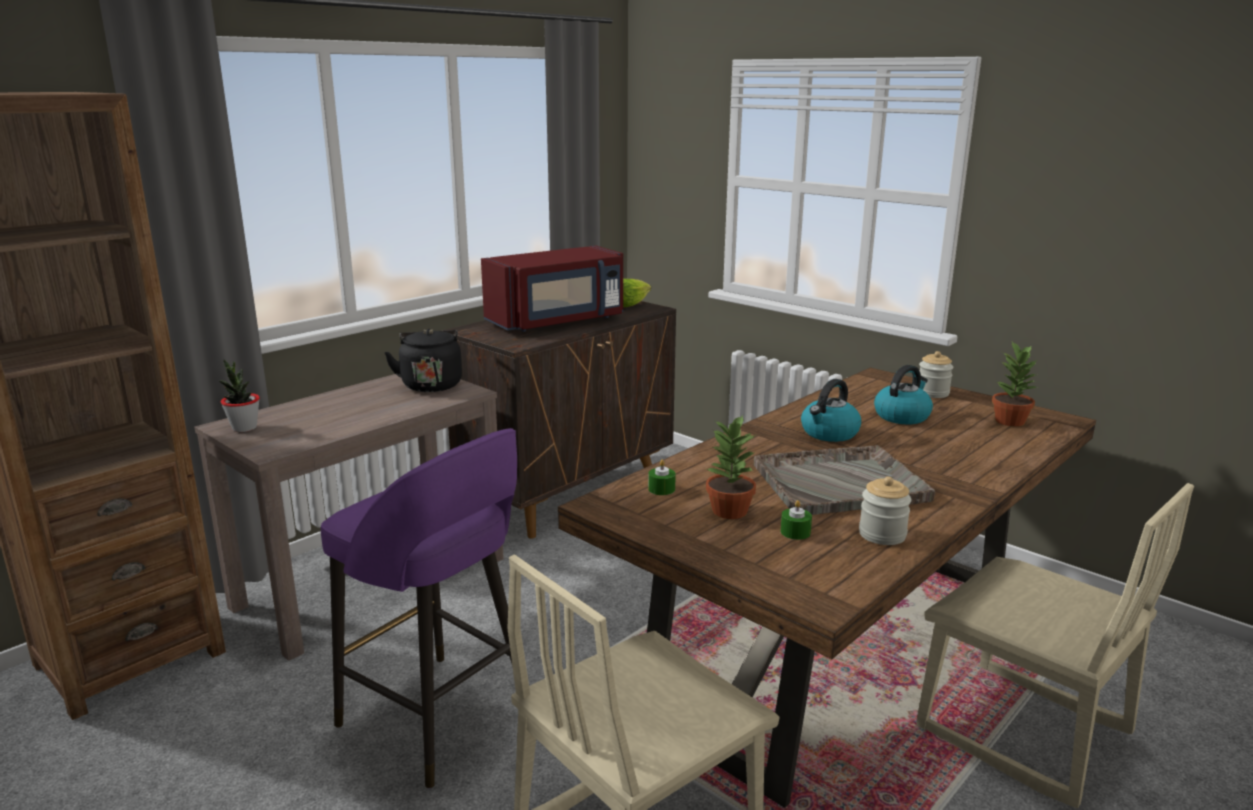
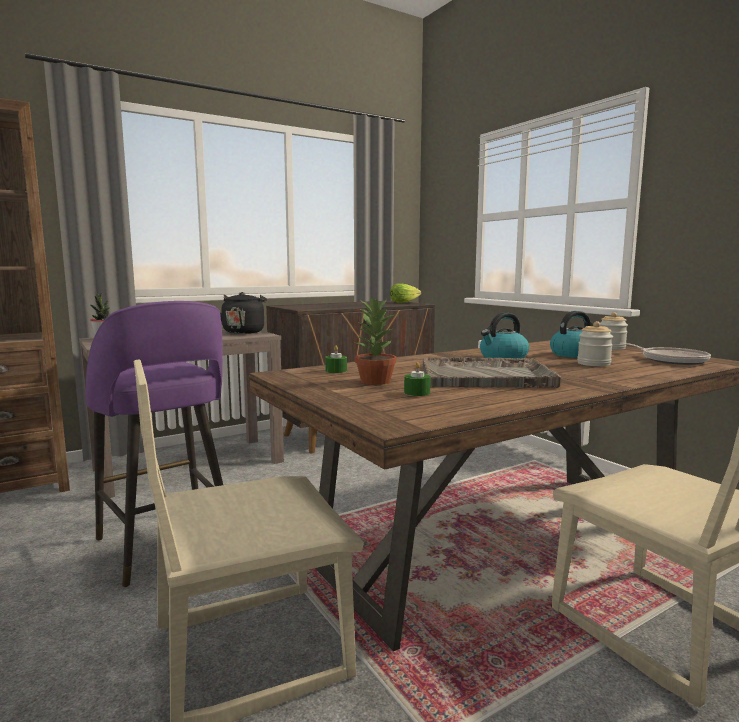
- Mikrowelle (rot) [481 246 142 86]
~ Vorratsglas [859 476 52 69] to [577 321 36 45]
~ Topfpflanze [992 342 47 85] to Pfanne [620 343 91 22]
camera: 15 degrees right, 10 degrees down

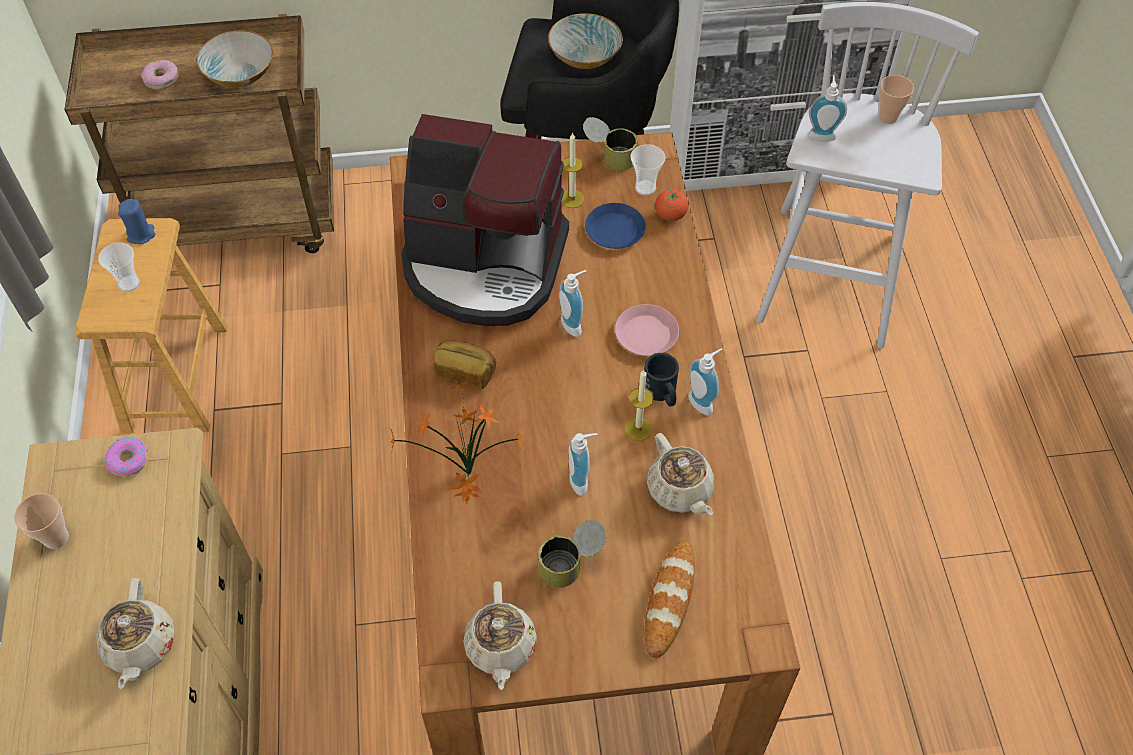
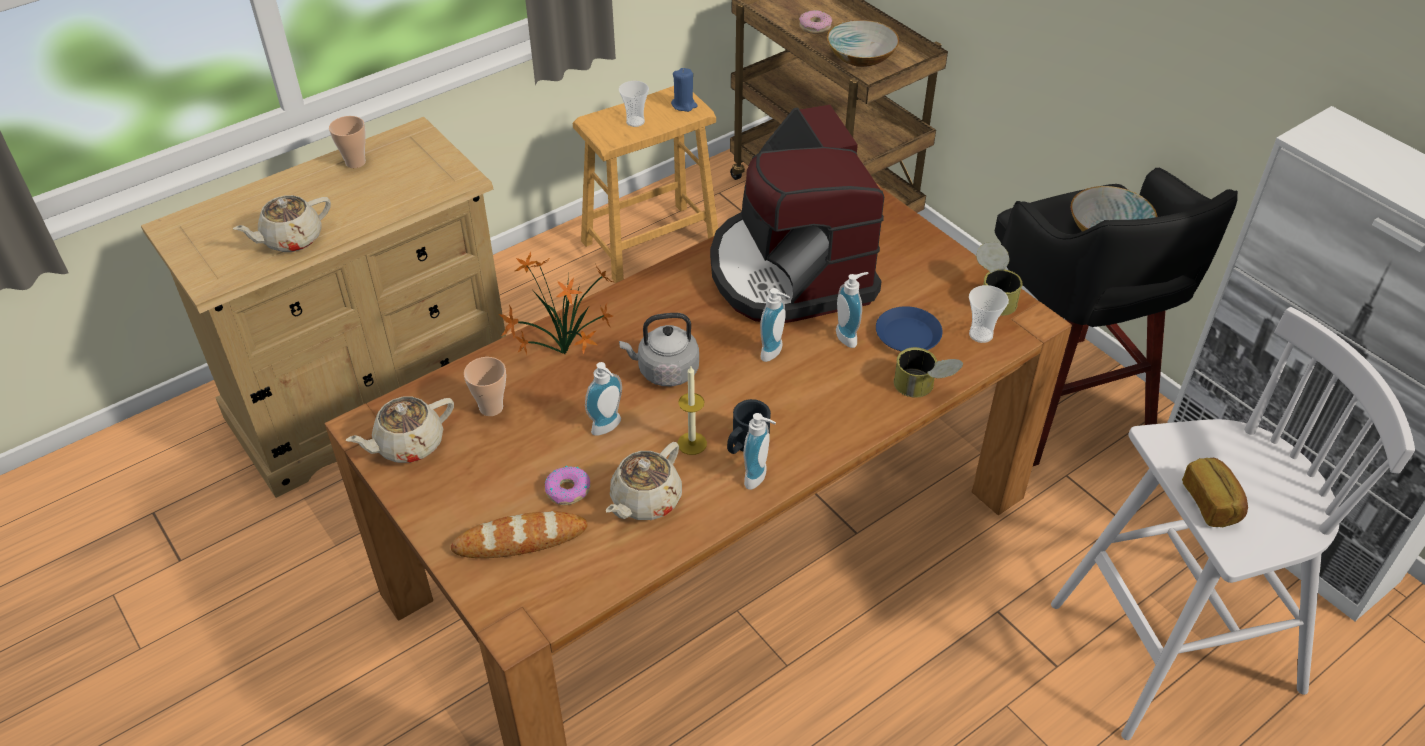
~ Donut [105 437 43 39] to [545 466 46 39]
~ Brot [433 340 63 49] to [1182 458 66 69]
~ Dose [538 520 68 68] to [894 347 69 51]
- Kerze [562 133 22 75]
- Teller (rosa) [615 304 64 52]
- Tomate [655 189 33 32]
~ Seifenspender [808 75 39 67] to [836 272 32 76]
~ Tasse [879 75 35 49] to [464 357 42 59]
+ Wasserkessel (grau) [619 313 80 73]
camera: 60 degrees right, 10 degrees down

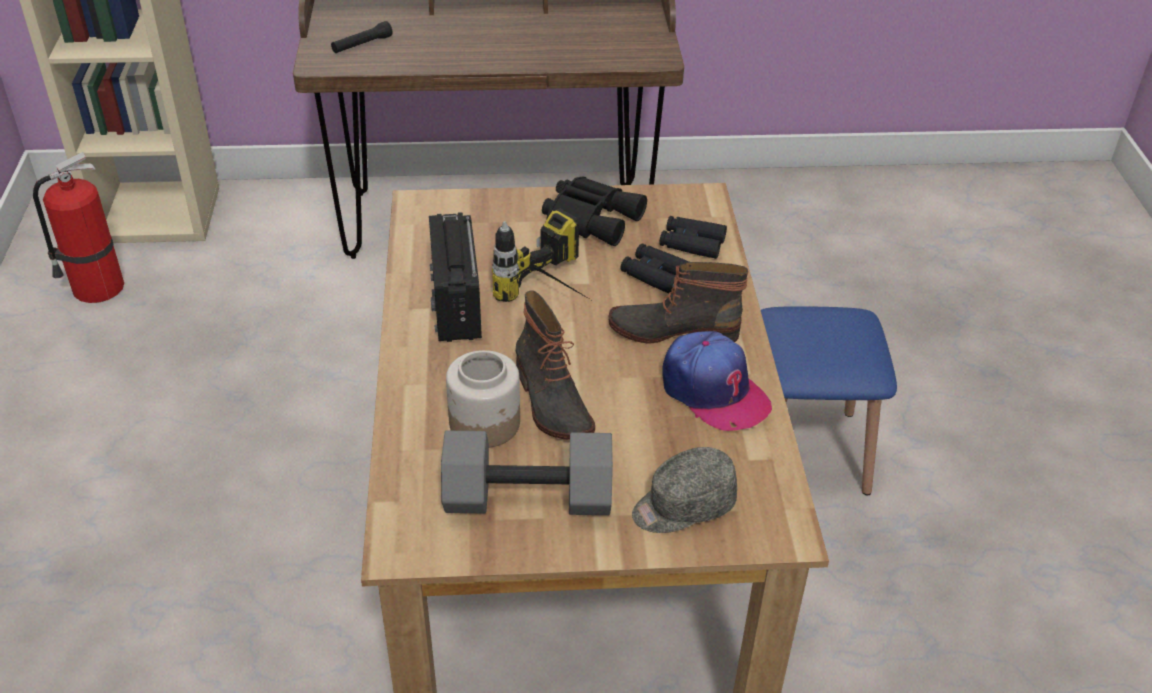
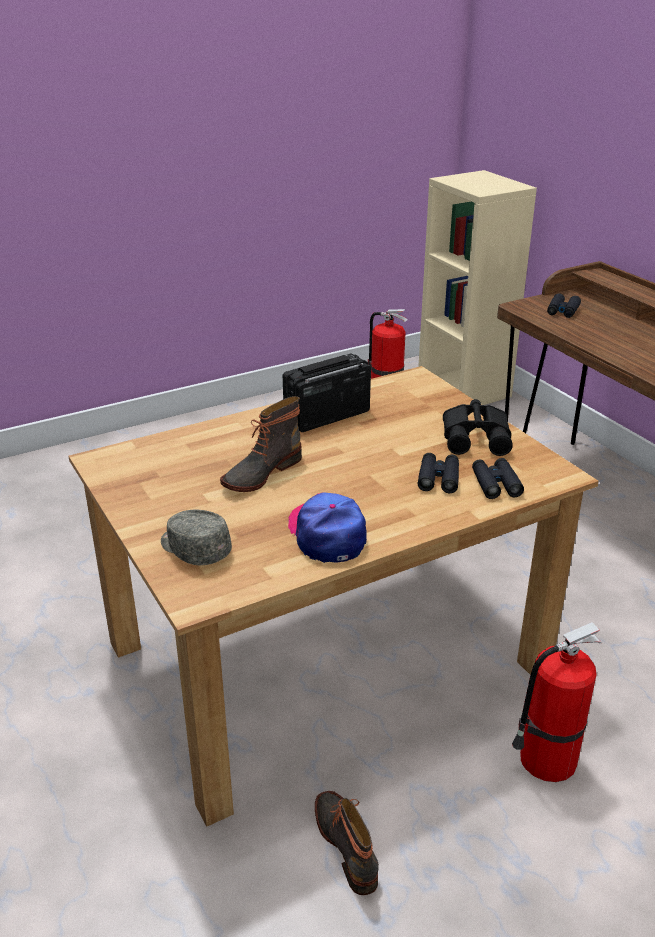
~ Taschenlampe (schwarz) [331 21 62 32] to Fernglas (schwarz) [547 293 34 25]
- Hantel (grau) [441 430 172 85]
- Vorratsglas [446 350 74 98]
- Bohrmaschine [492 209 99 93]
~ Stiefel [609 262 140 82] to [315 791 64 104]
~ Kappe [663 331 109 100] = [288 493 79 70] 135 degrees clockwise
~ Hocker (blau) [761 306 136 190] to Feuerlöscher [512 622 90 160]
camera: 65 degrees right, 10 degrees down

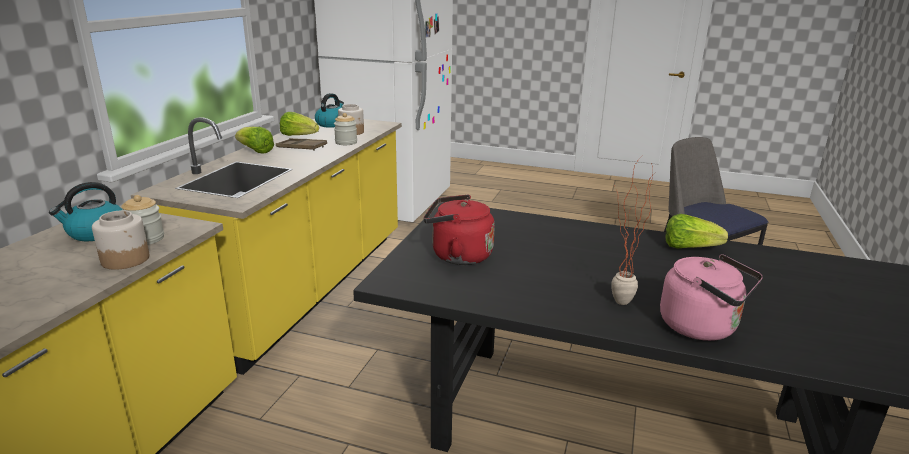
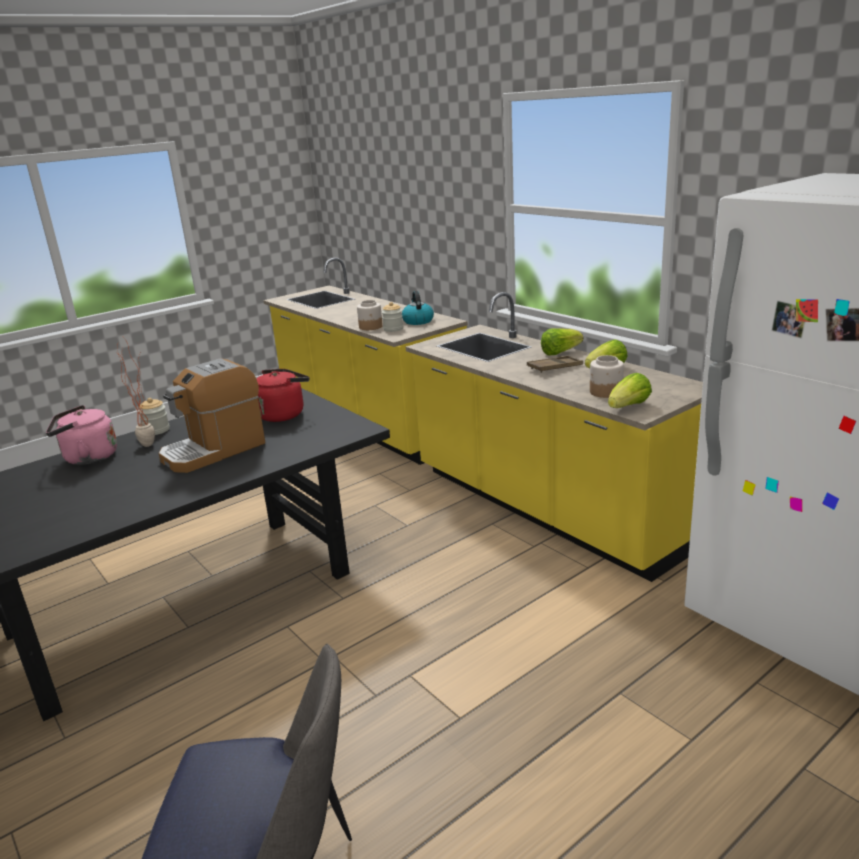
- Wasserkessel [315 93 29 35]
~ Vorratsglas [334 113 23 32] to [138 398 32 37]
~ Salatkopf [665 214 63 34] to [608 373 44 35]
+ Kaffeemaschine [158 358 108 115]
camera: 125 degrees right, 0 degrees up

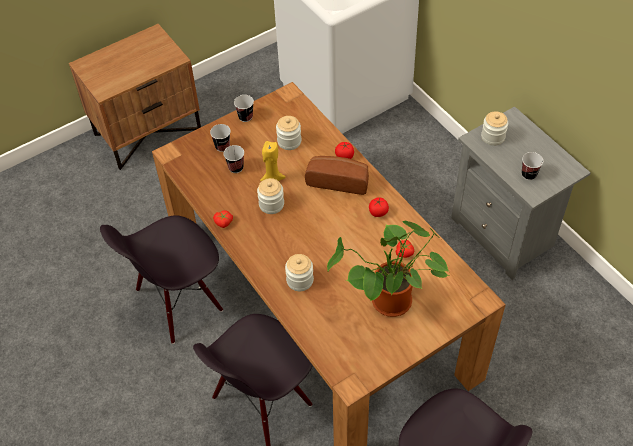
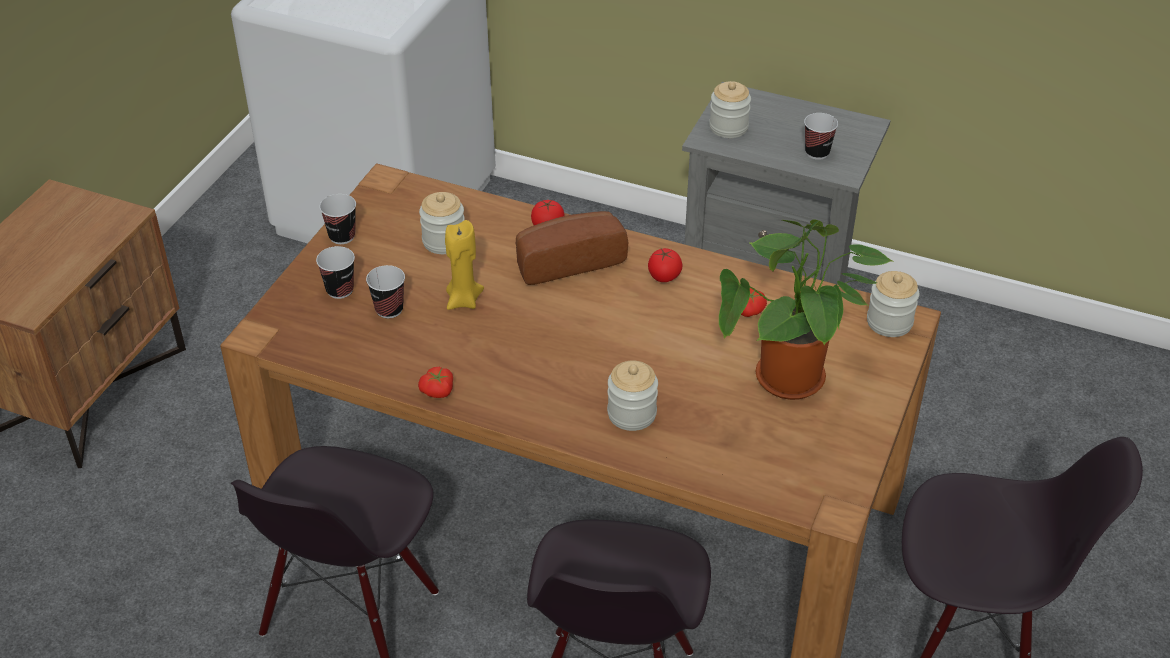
~ Vorratsglas [257 178 27 36] to [867 271 52 66]
camera: 35 degrees left, 10 degrees down

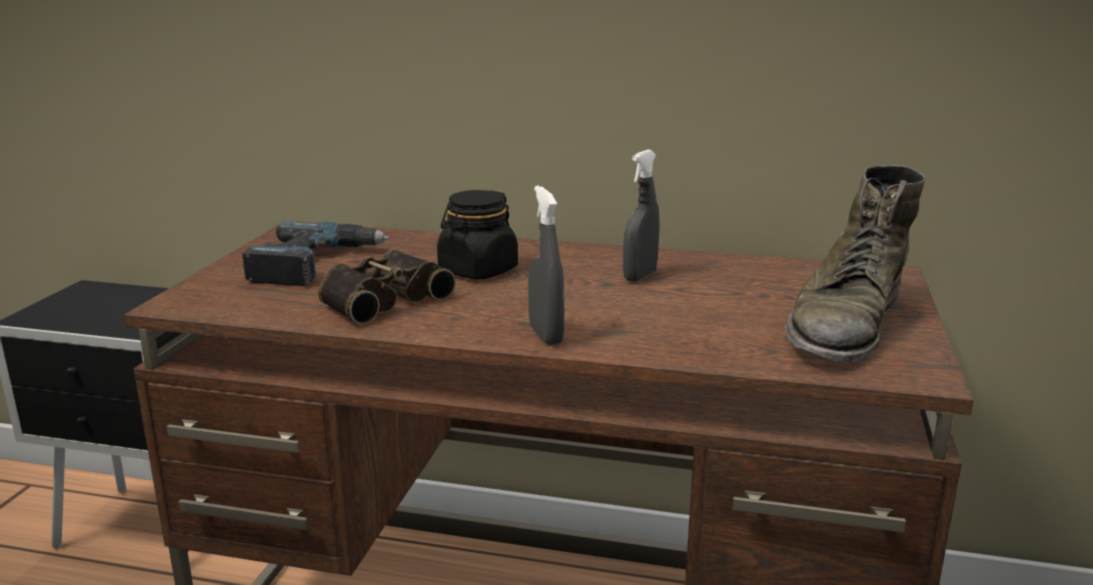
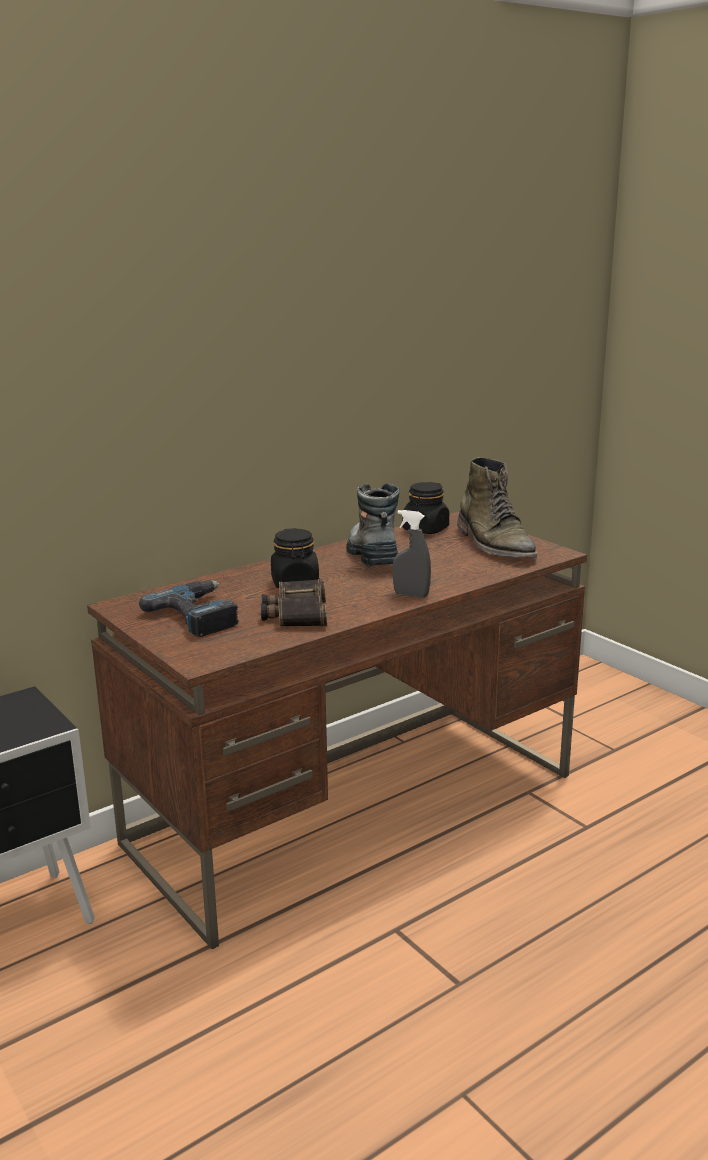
~ Sprühflasche (grau) [623 150 37 132] to Stiefel [346 484 54 82]
+ Vorratsglas (schwarz) [402 482 47 52]
camera: 50 degrees left, 0 degrees up

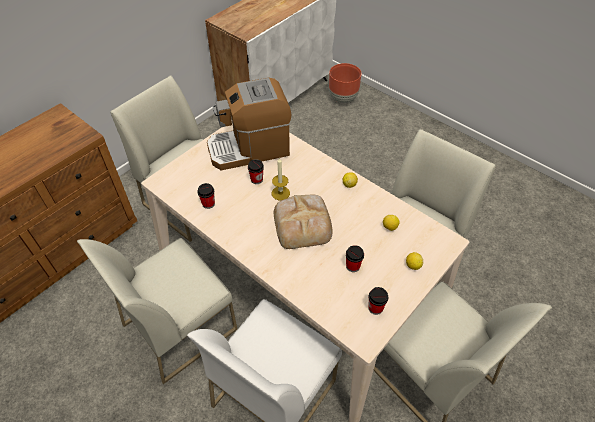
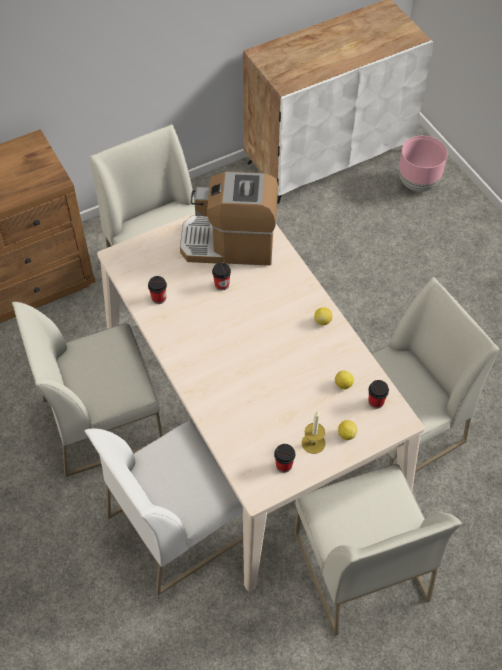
~ Kerze [272 157 18 43] to [302 411 24 43]
- Brot [274 195 58 54]
~ Pflanzkübel (braun) [329 63 33 40] to Pflanzkübel (rosa) [399 136 48 56]
~ Tasse [346 245 18 27] to [368 380 21 29]
camera: 20 degrees right, 5 degrees up

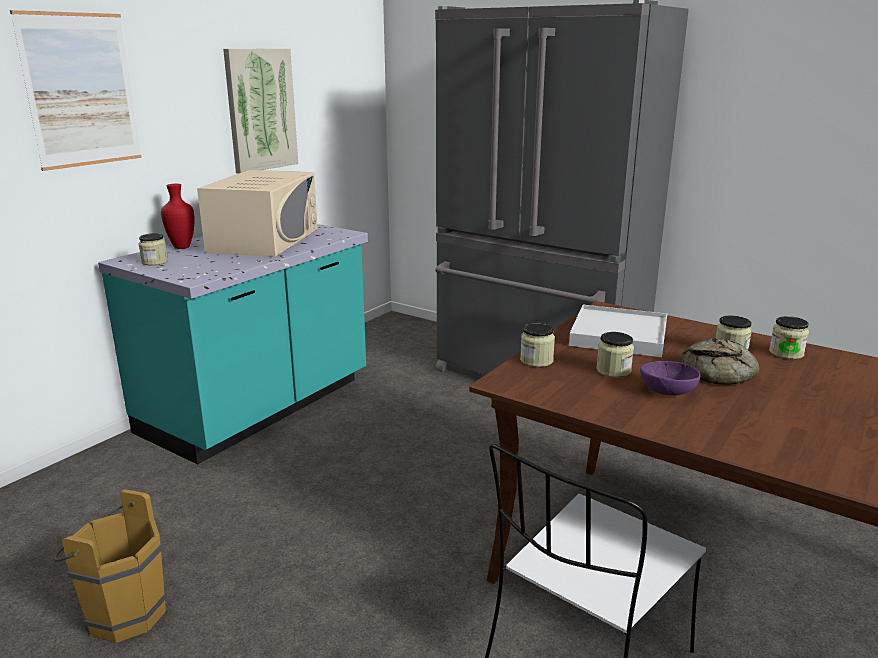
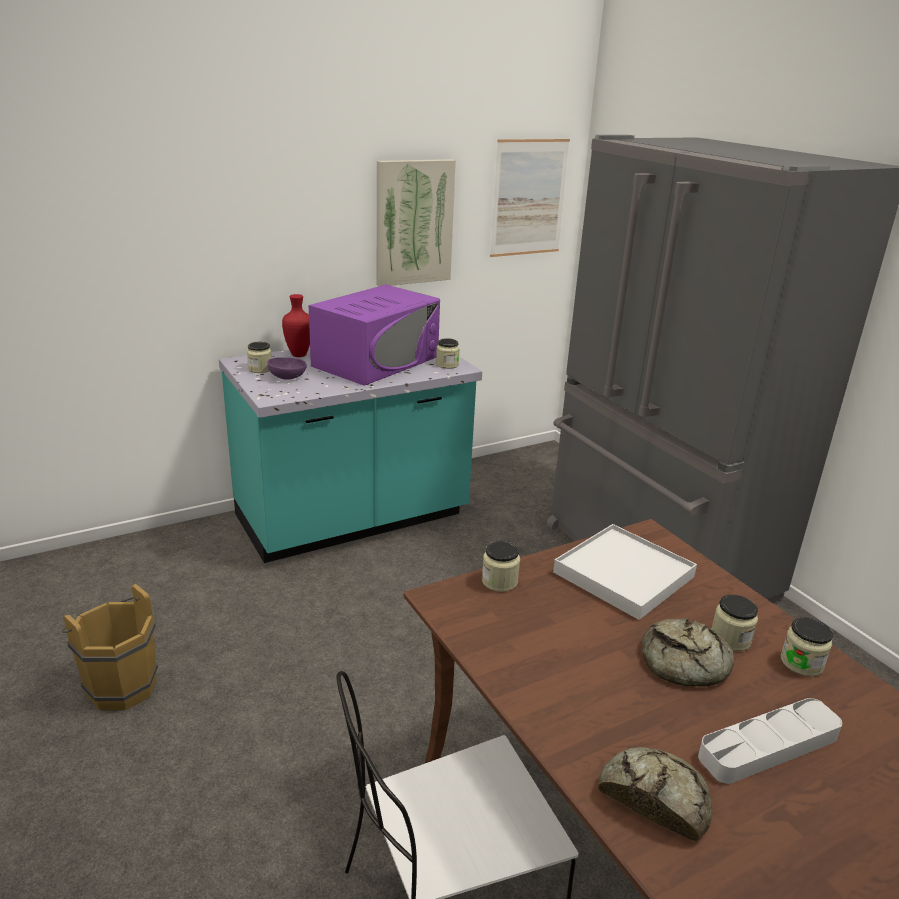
~ Bild [10 10 132 161] to [490 139 80 118]
~ Mikrowelle (beige) [197 170 121 87] to Mikrowelle (lila) [309 285 131 101]
~ Vorratsglas [596 332 38 46] to [436 338 24 31]
~ Schüssel (lila) [640 361 61 35] to [267 357 40 23]
+ Brot [598 747 114 95]
+ Tablett (grau) [698 698 144 86]
camera: 25 degrees right, 5 degrees up

